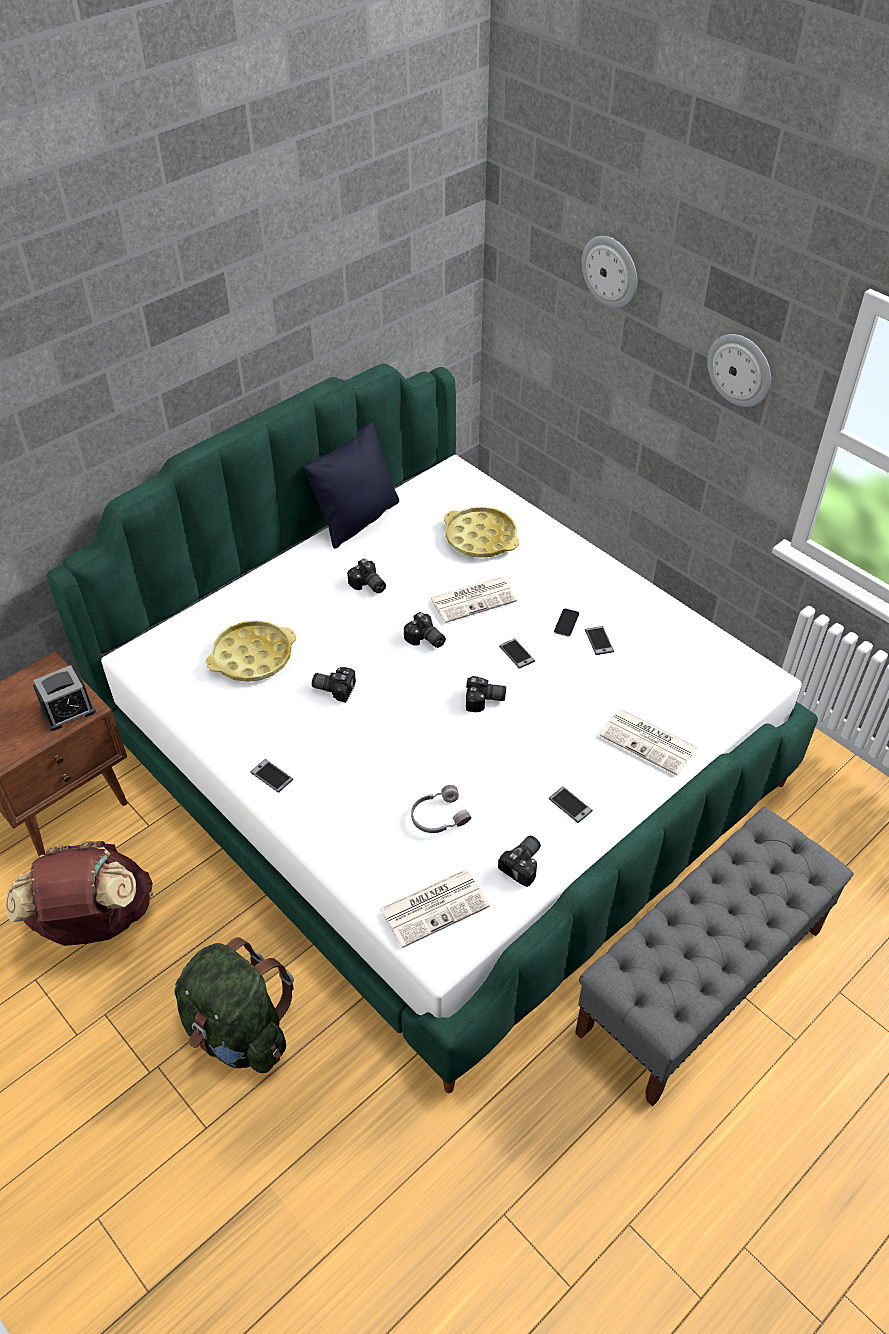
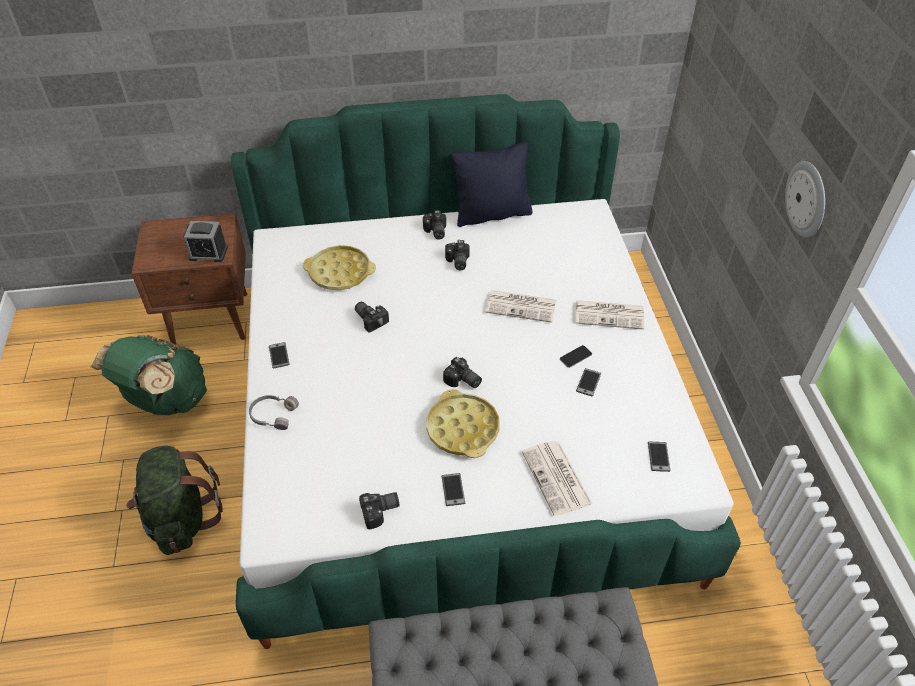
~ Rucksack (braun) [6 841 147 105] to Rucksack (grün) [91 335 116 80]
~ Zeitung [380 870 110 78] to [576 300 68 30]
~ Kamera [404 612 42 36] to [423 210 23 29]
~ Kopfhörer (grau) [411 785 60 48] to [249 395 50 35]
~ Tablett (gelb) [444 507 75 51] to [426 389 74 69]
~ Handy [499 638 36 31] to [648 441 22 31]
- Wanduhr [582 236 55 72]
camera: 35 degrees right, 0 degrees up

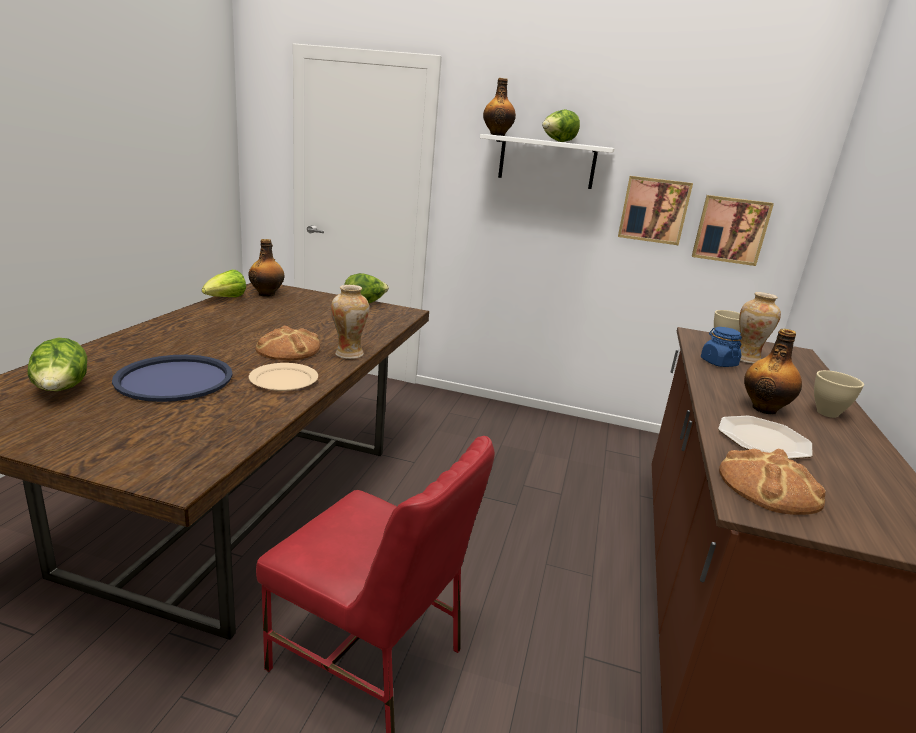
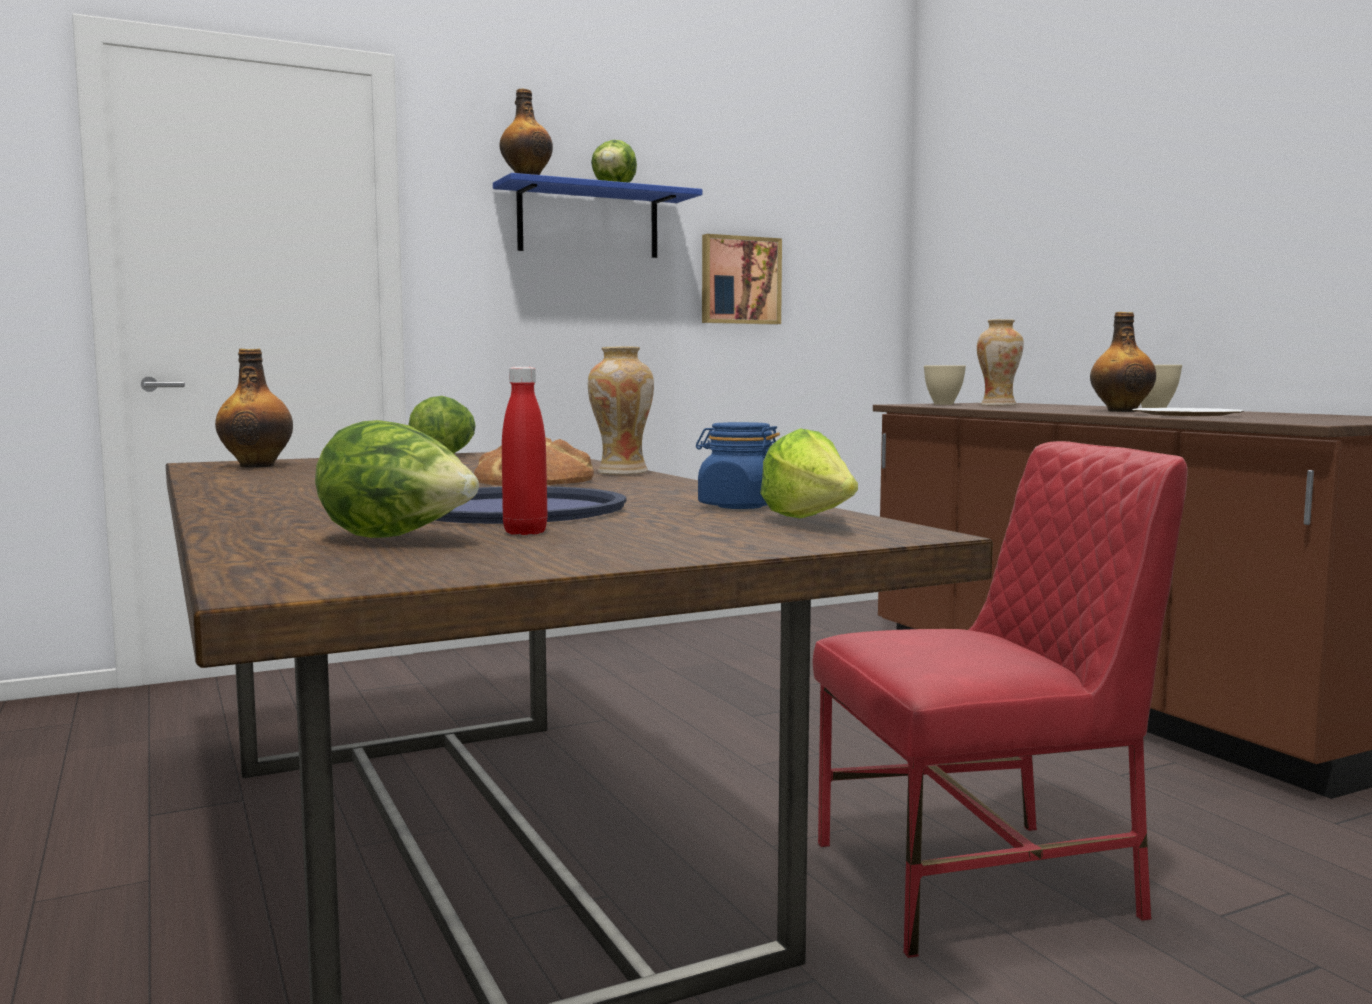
~ Salatkopf [202 270 44 27] to [760 428 98 90]
- Teller (beige) [249 363 69 28]
~ Wandregal (weiß) [480 134 135 55] to Wandregal (blau) [493 173 209 85]
- Bild [692 195 82 71]
~ Vorratsglas (blau) [701 327 41 40] to [696 422 84 87]
- Brot [719 448 107 67]
+ Flasche (rot) [502 367 46 168]
camera: 40 degrees left, 15 degrees down

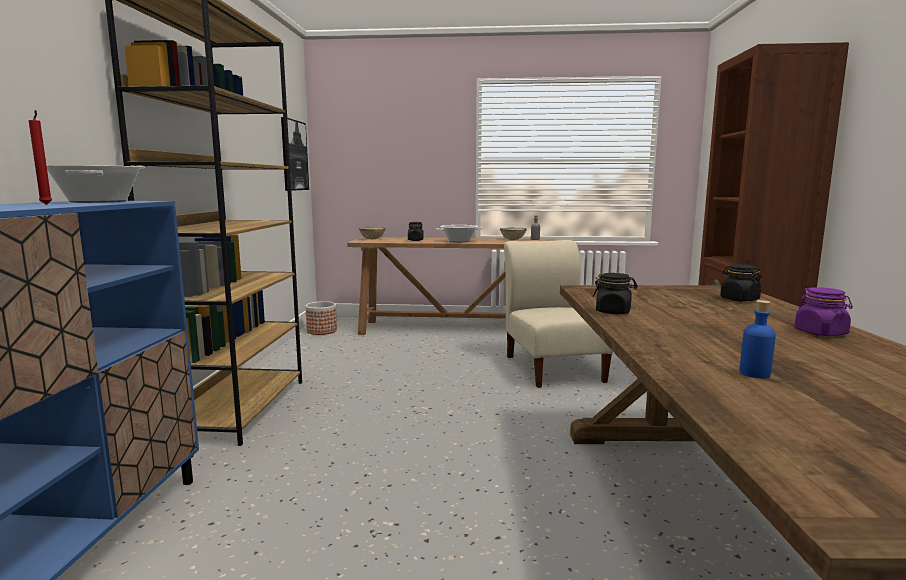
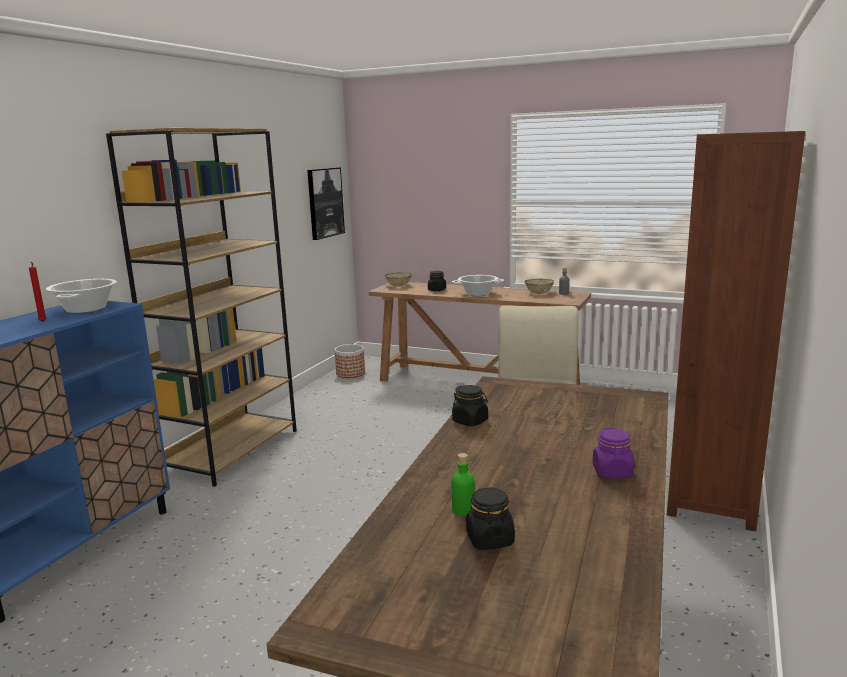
~ Vorratsglas (schwarz) [720 264 42 38] to [466 487 49 63]
~ Flasche (blau) [739 300 37 78] to Flasche (grün) [452 453 23 63]
camera: 20 degrees right, 5 degrees up

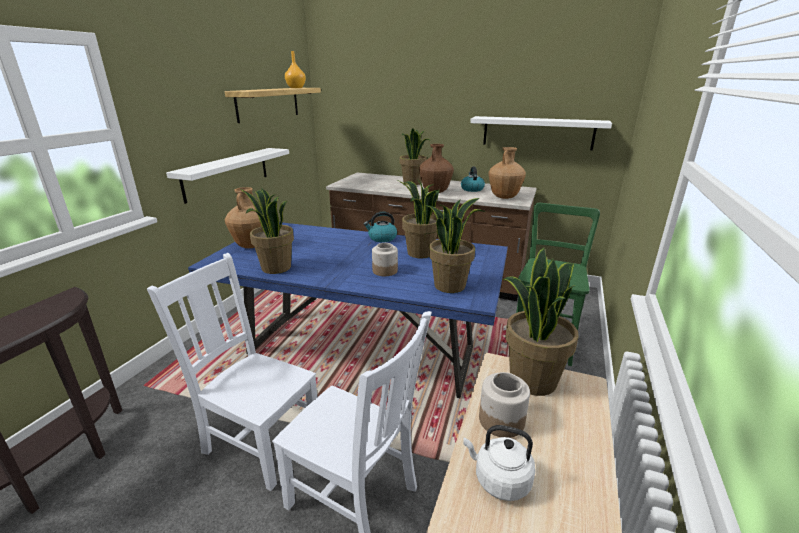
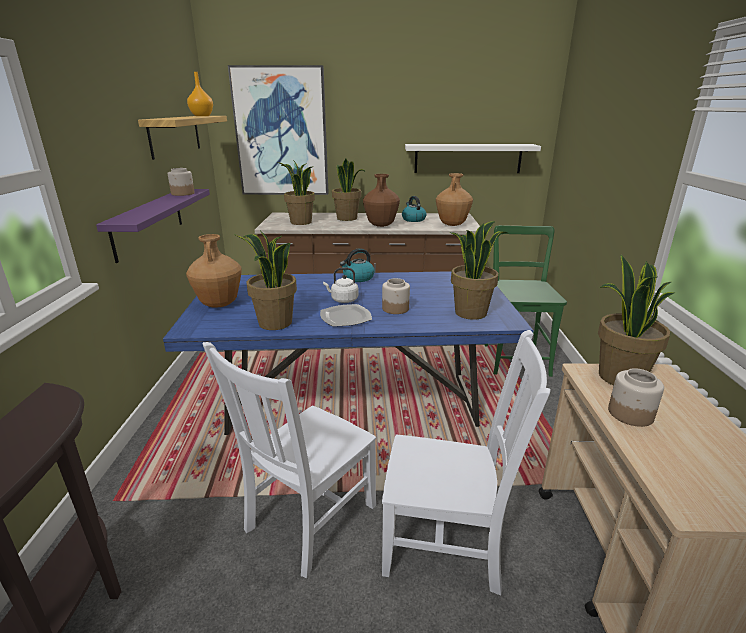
~ Stuhl (weiß) [147 253 170 238] = [202 342 174 236] 60 degrees counterclockwise
~ Wandregal (weiß) [166 148 123 56] to Wandregal (lila) [96 189 114 74]
~ Topfpflanze [398 178 42 80] to [278 160 37 65]
~ Wasserkessel (weiß) [463 425 73 76] to [323 267 36 36]
+ Vorratsglas [167 168 28 28]
+ Bild [228 65 101 130]
+ Teller [320 304 52 23]
camera: 20 degrees left, 0 degrees up

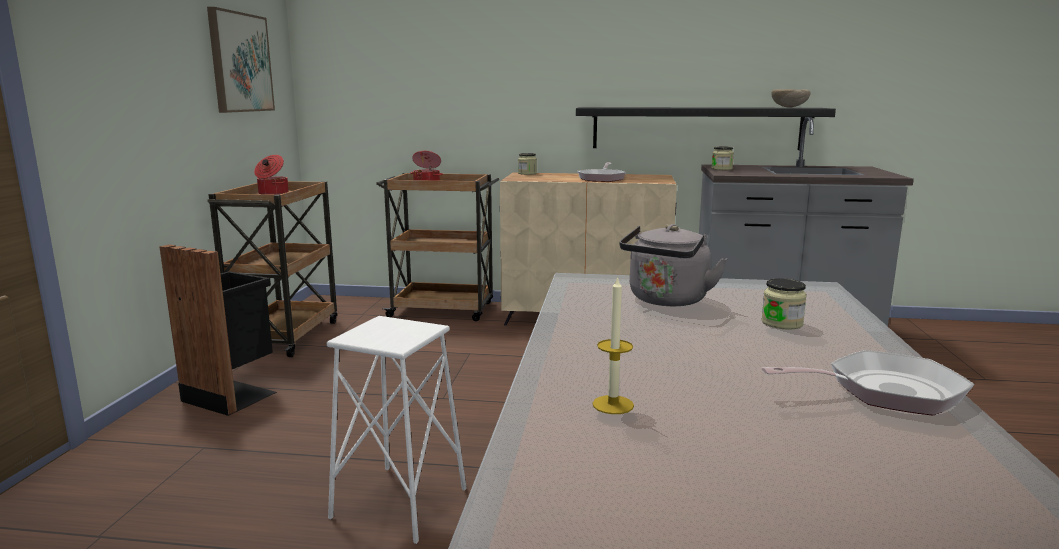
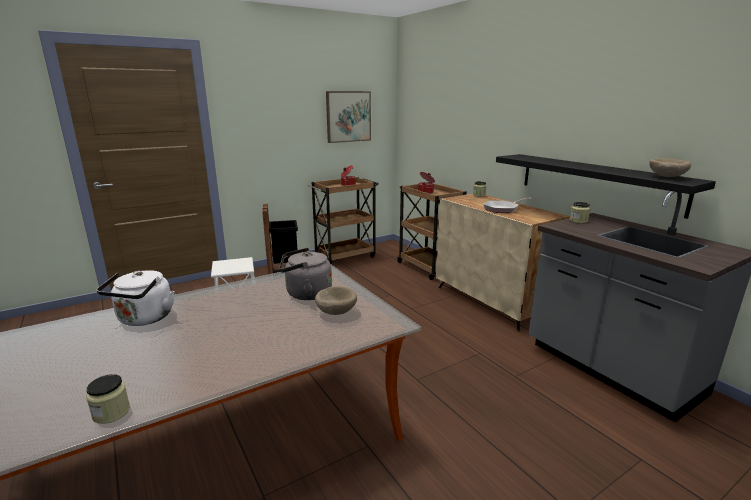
~ Kerze [592 275 42 139] to Wasserkessel (weiß) [96 270 79 56]
~ Vorratsglas [761 278 46 52] to [86 374 44 50]
- Pfanne [761 350 213 66]
+ Schüssel (beige) [315 286 42 29]
camera: 50 degrees right, 5 degrees up

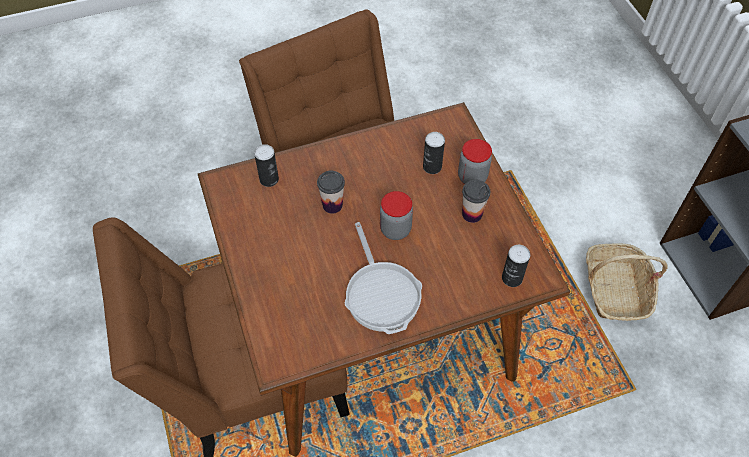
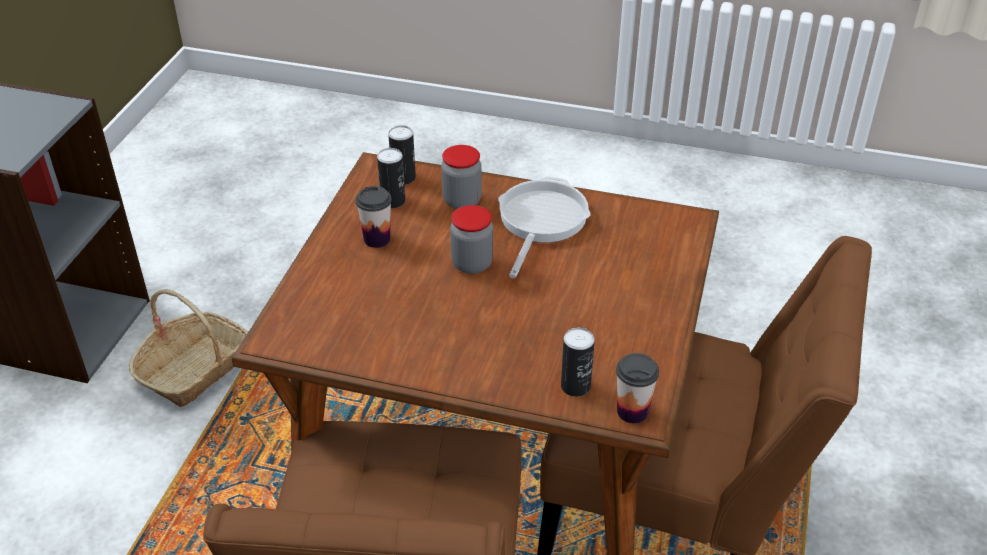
~ Tasse [317 170 28 44] to [616 353 43 71]
~ Dose [423 132 22 42] to [377 148 29 60]
~ Vorratsglas [458 139 34 45] to [441 145 41 64]
camera: 145 degrees left, 15 degrees down

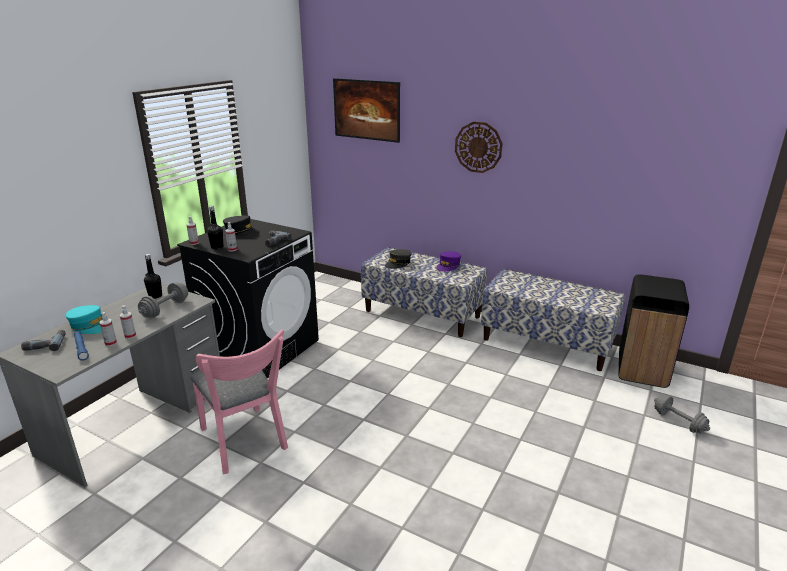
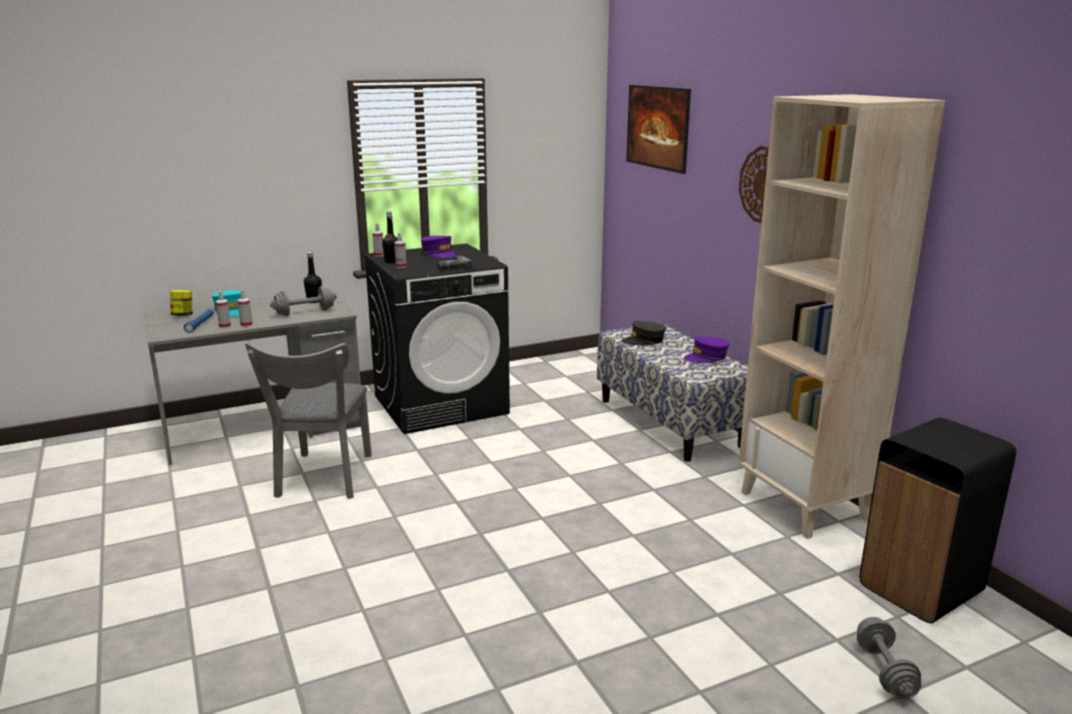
~ Bohrmaschine [21 330 45 21] to Vorratsglas [170 290 23 26]
~ Stuhl (rosa) [190 329 98 145] to Stuhl (grau) [245 342 127 157]
~ Kappe (schwarz) [223 215 36 21] to Kappe (lila) [421 236 35 22]
~ Bank [481 269 144 102] to Bücherregal (beige) [738 94 207 445]
camera: 35 degrees right, 5 degrees down

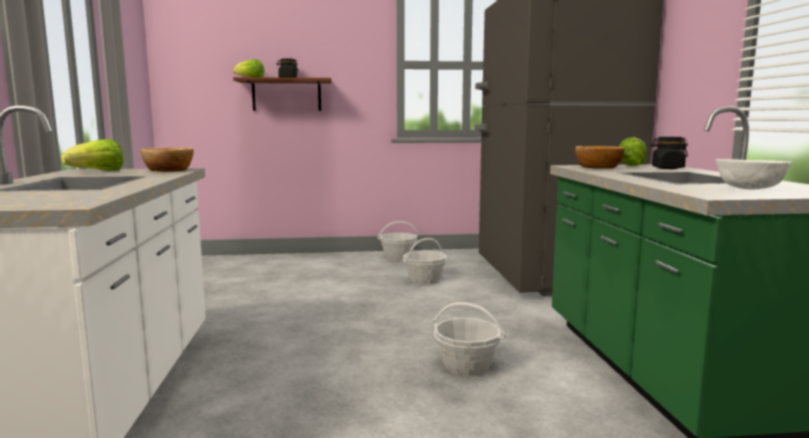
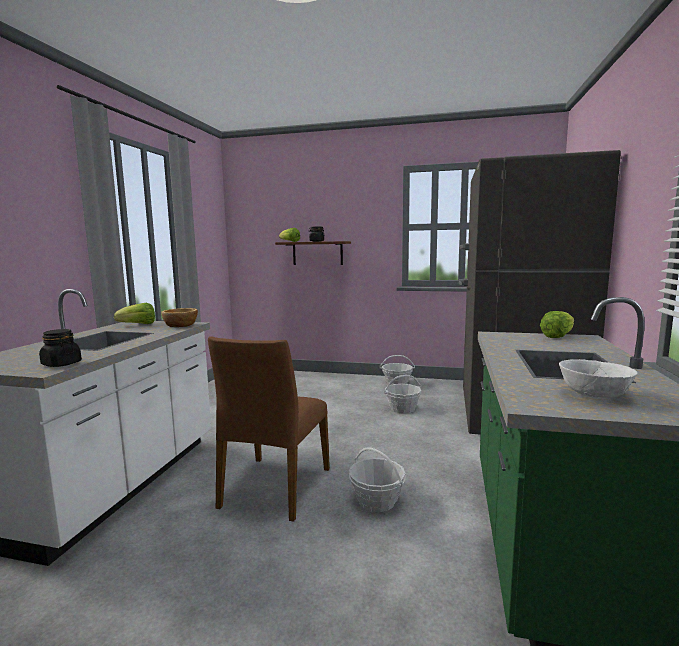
- Schüssel [575 146 50 22]
~ Vorratsglas (schwarz) [650 137 38 32] to [39 329 43 38]
+ Stuhl (braun) [208 336 122 186]
camera: 20 degrees right, 0 degrees up

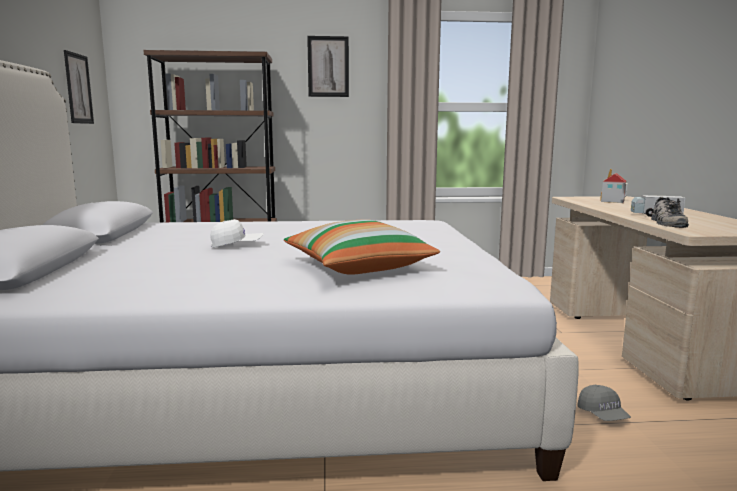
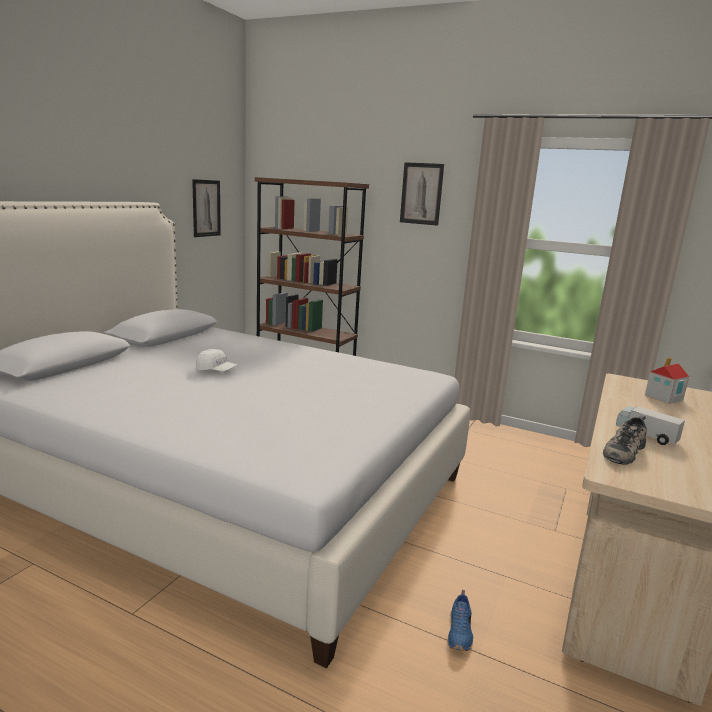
- Kissen [284 219 156 56]
~ Kappe (grau) [577 385 54 36] to Schuh (blau) [447 590 26 61]
camera: 30 degrees right, 5 degrees up

